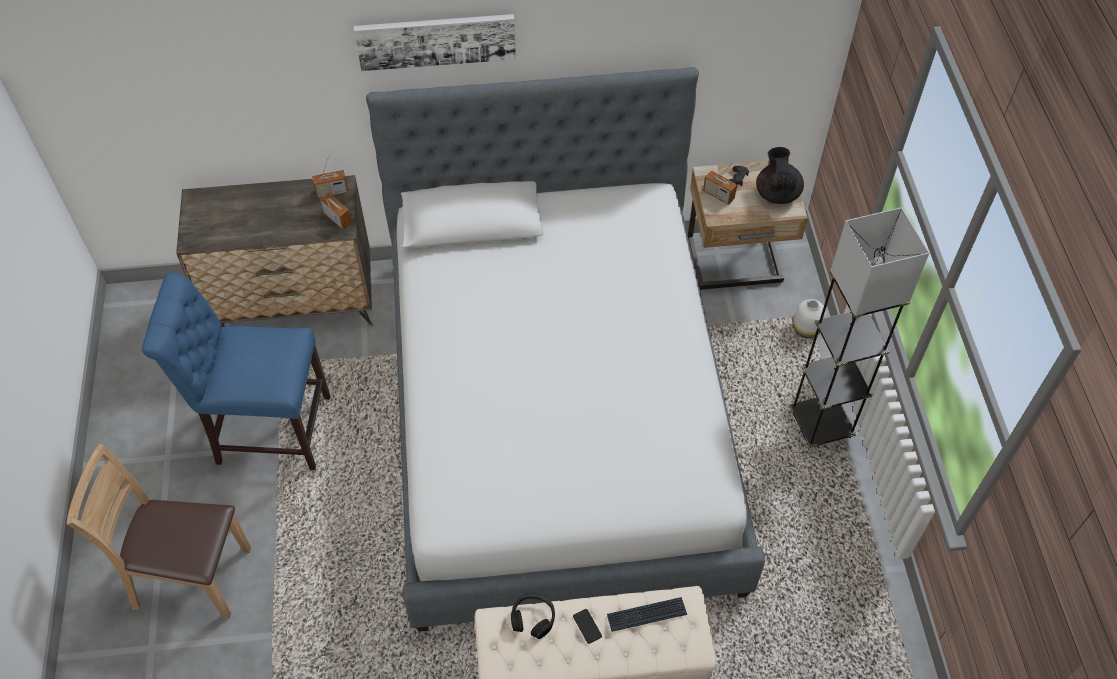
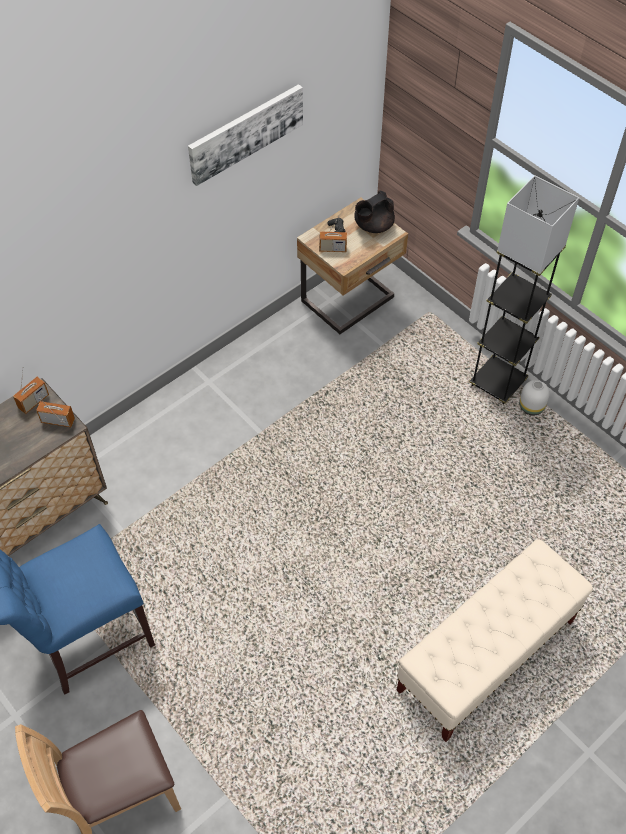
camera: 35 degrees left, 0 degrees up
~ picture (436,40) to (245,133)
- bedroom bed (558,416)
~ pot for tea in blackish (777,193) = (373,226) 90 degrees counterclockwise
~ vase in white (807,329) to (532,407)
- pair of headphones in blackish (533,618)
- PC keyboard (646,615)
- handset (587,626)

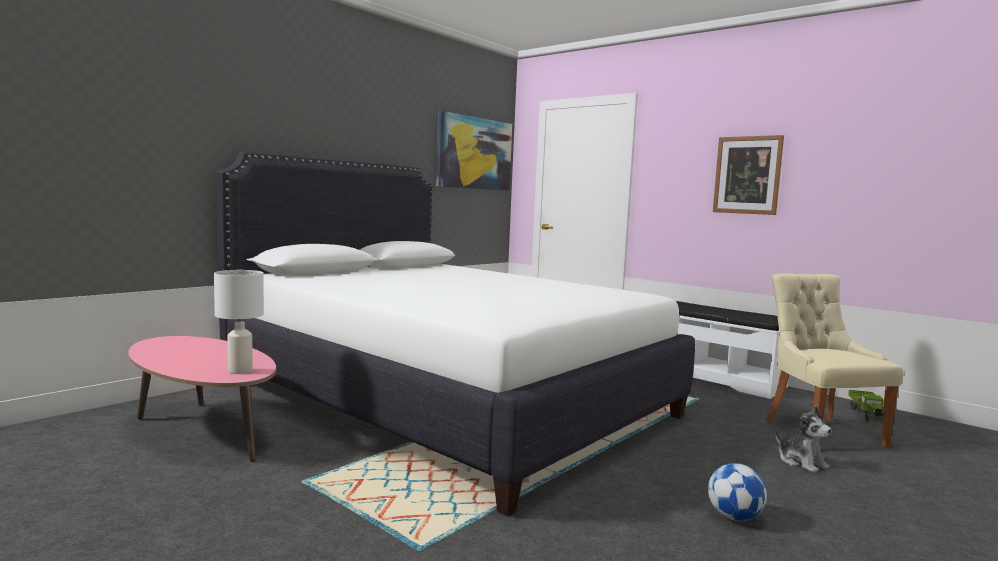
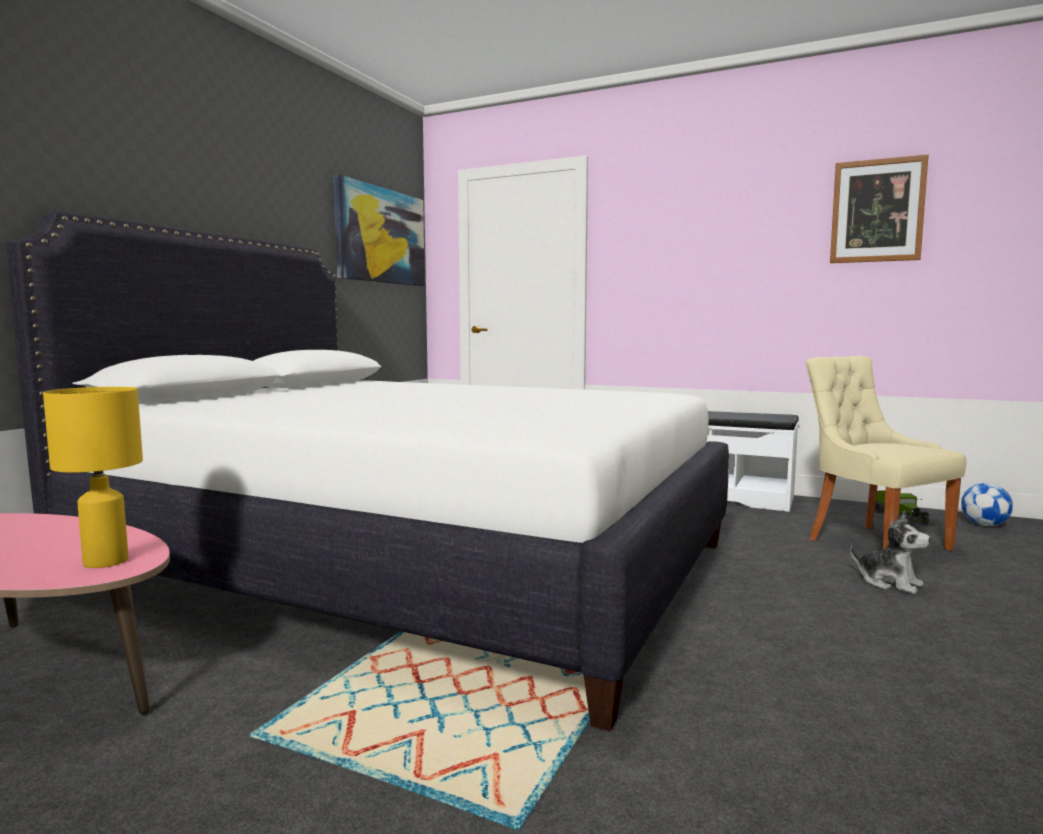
camera: 15 degrees left, 0 degrees up
~ picture (747,175) to (877,211)
~ tabletop lamp in white (239,371) to tabletop lamp in yellow-coloured (105,562)
~ ball for football (734,517) to (984,525)

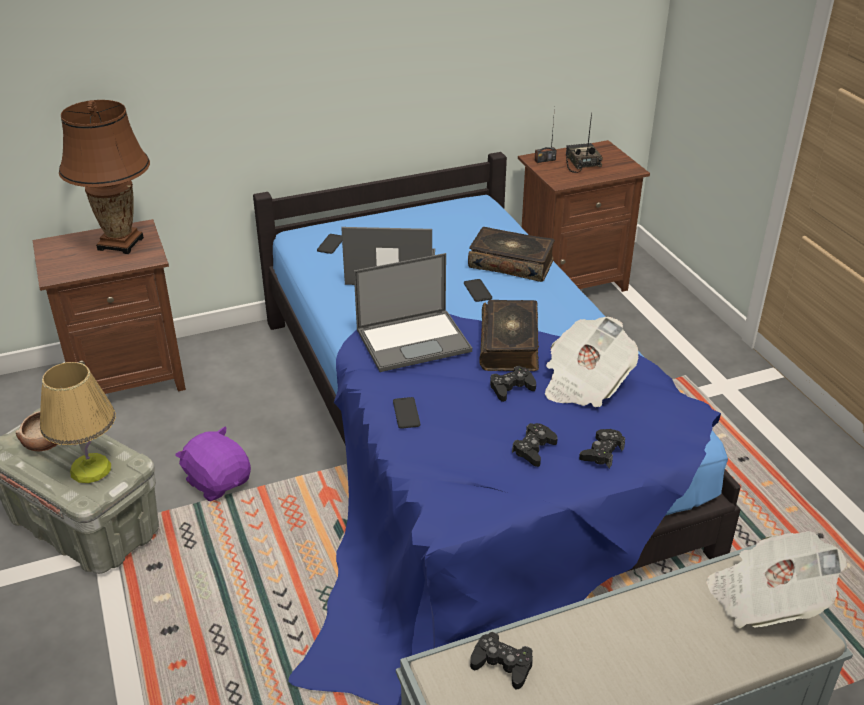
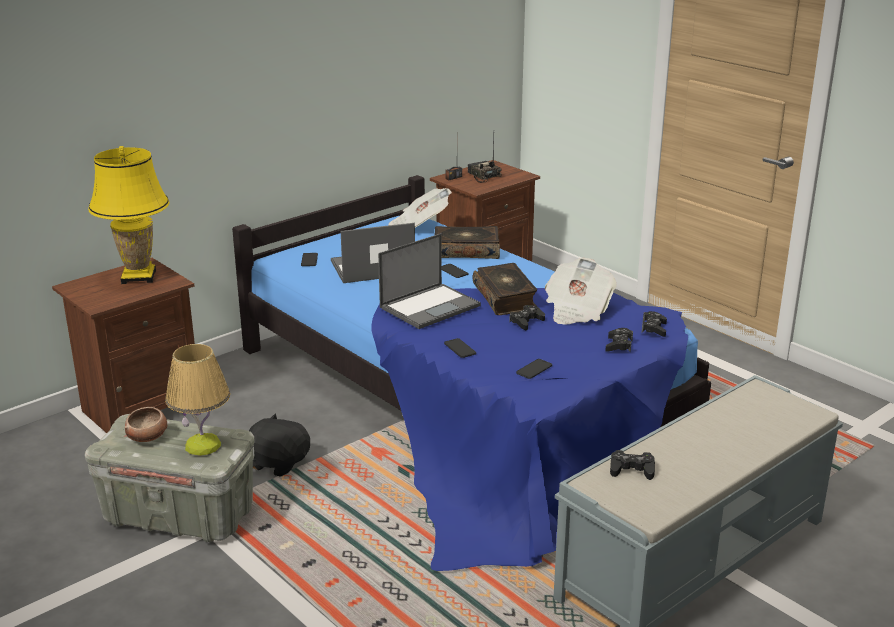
camera: 20 degrees left, 10 degrees down
~ tabletop lamp in brown-coloured (120,244) to tabletop lamp in yellow-coloured (138,277)
~ gamepad in blackish (534,449) to (654,328)
~ plush toy in purple (218,481) to plush toy in blackish (278,463)
~ newspaper (767,599) to (419,225)
+ handset (534,369)

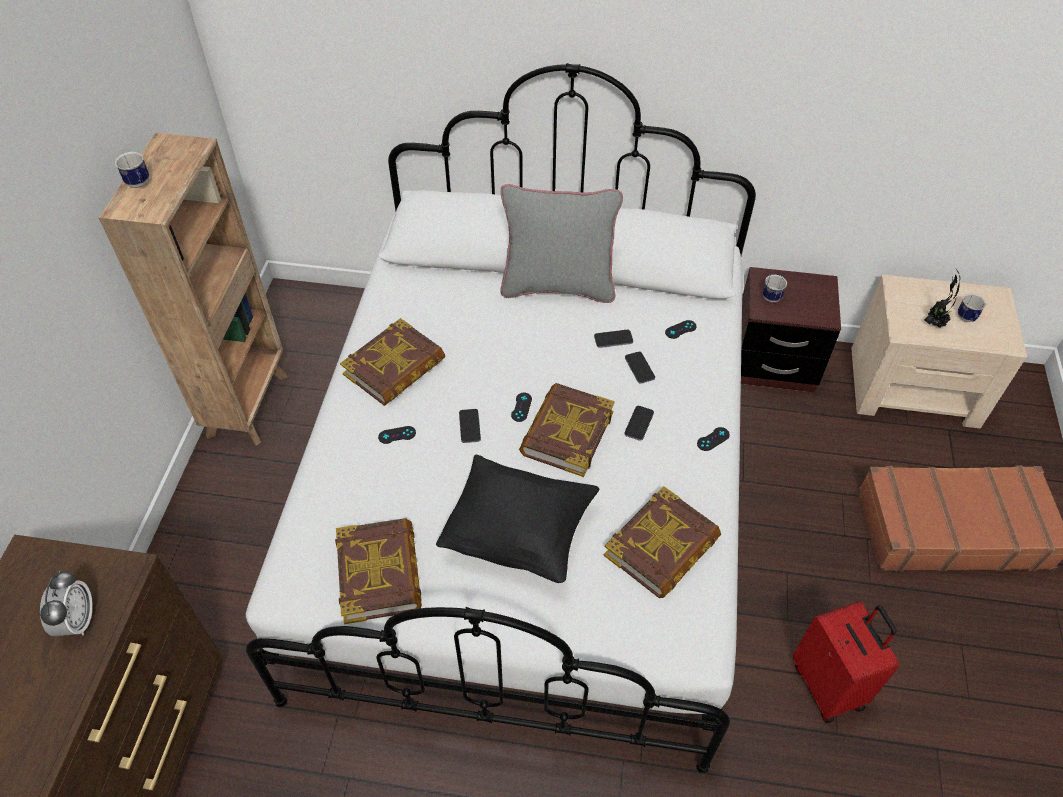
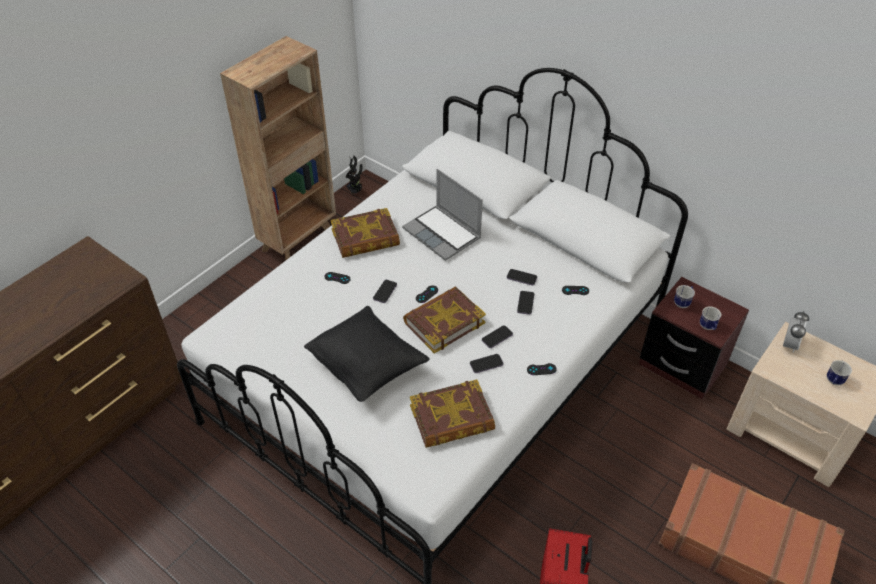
camera: 30 degrees right, 5 degrees down
~ tea mug (140,185) to (708,328)
- throw pillow in gray (558,286)
~ potted plant (934,323) to (355,191)
- book (380,573)
~ table clock (78,621) to (789,344)
+ laptop (443,234)
+ handset (486,364)

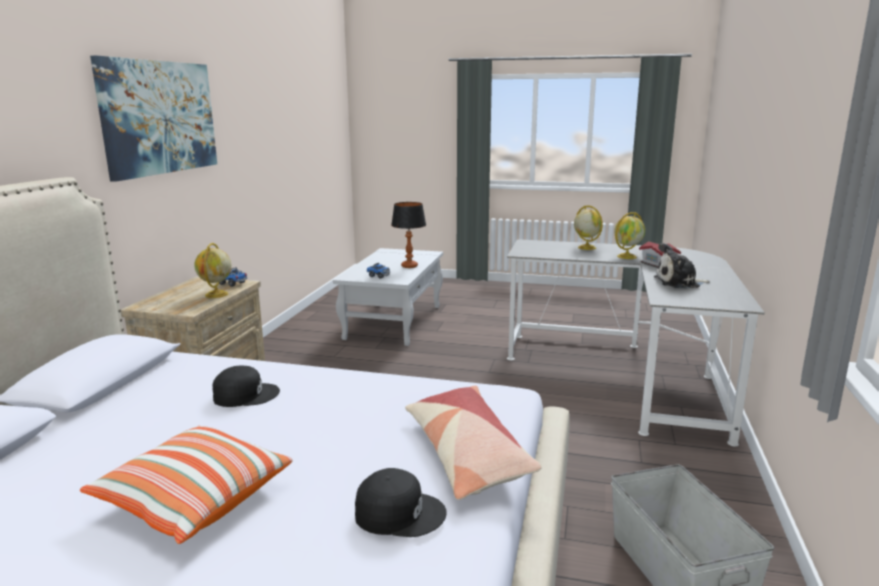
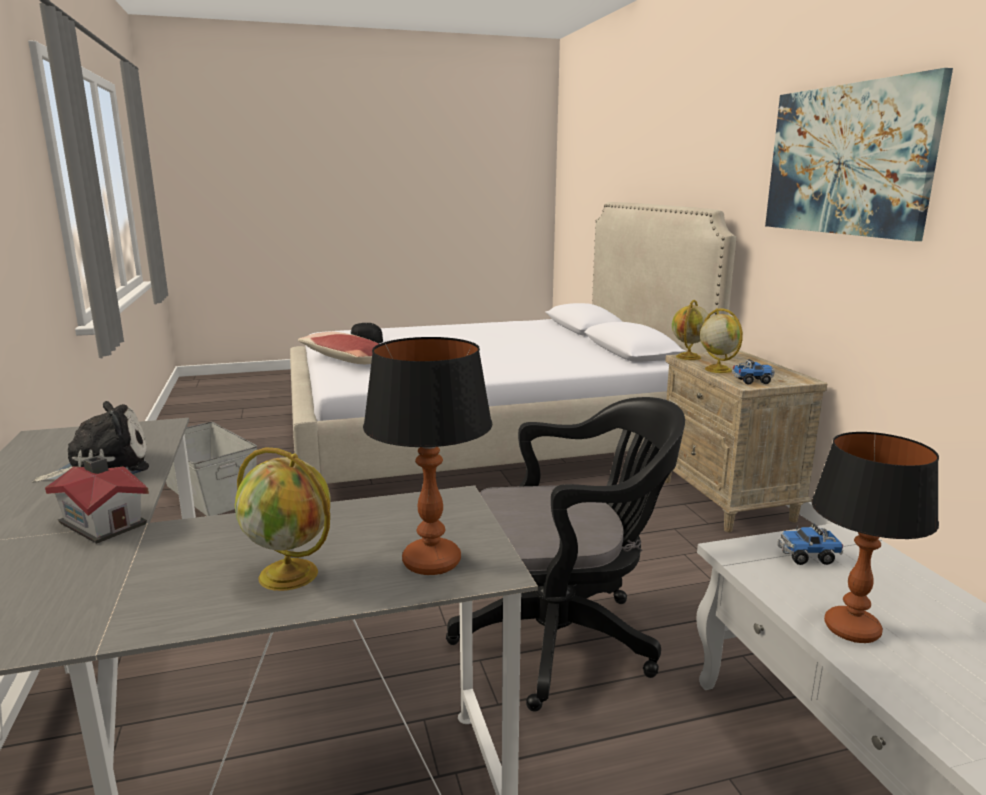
camera: 150 degrees right, 0 degrees up
~ desk globe (627,256) to (688,357)
- peaked cap in blackish (245,394)
- throw pillow (193,500)
+ tabletop lamp (432,562)
+ office chair in blackish (565,638)

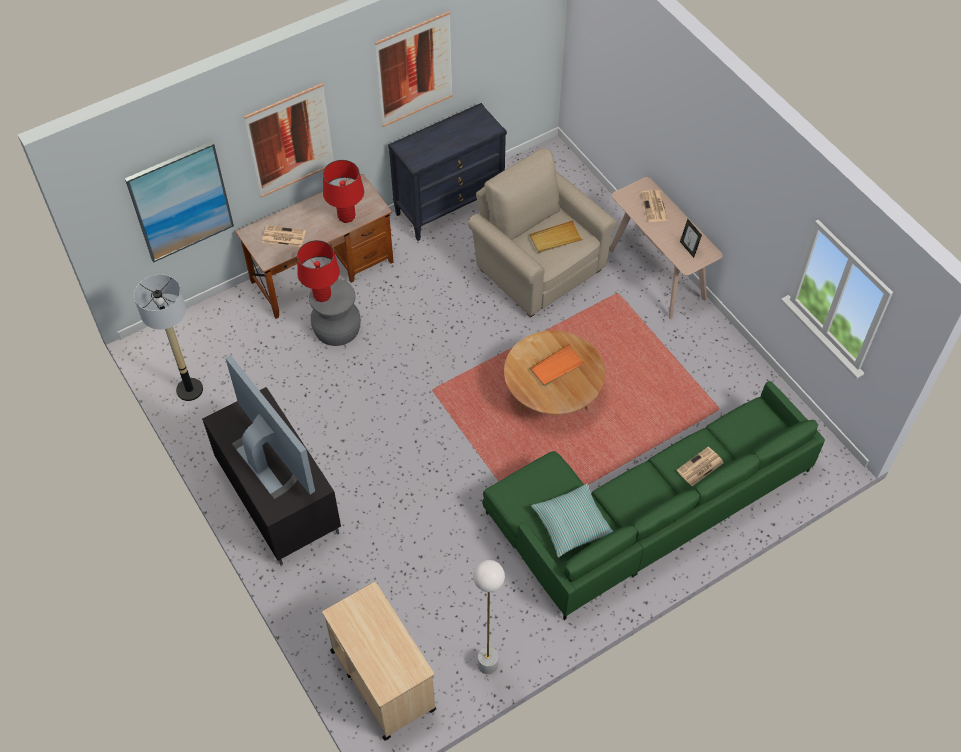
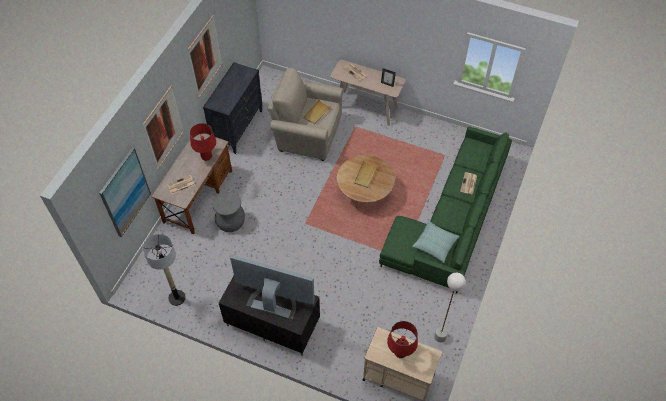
camera: 35 degrees left, 0 degrees up
~ tabletop lamp in reddish (322,295) to (400,352)
~ carrying tray in orange (557,367) to carrying tray in sand-coloured (365,175)

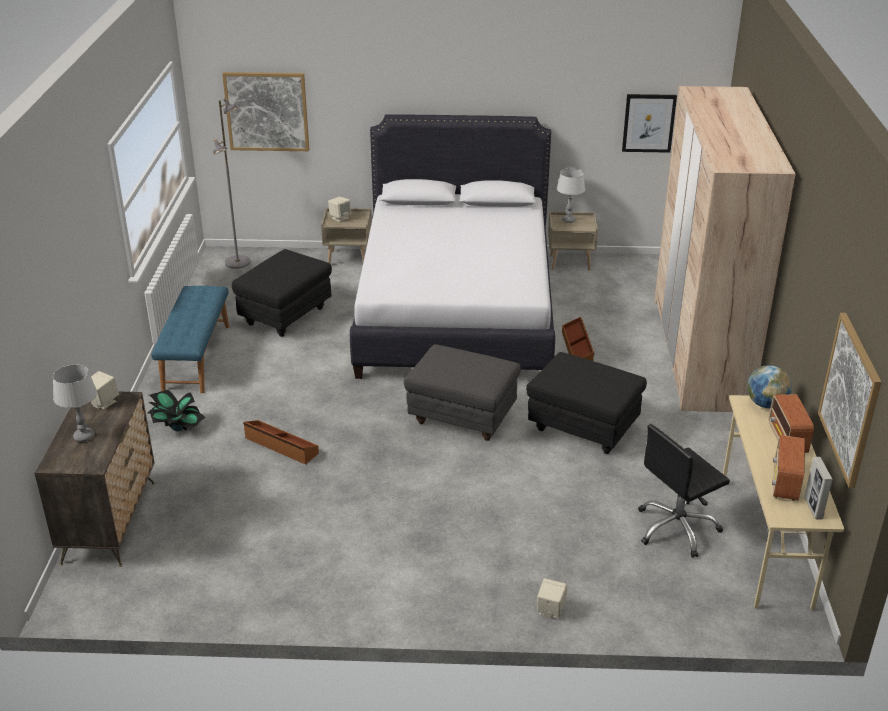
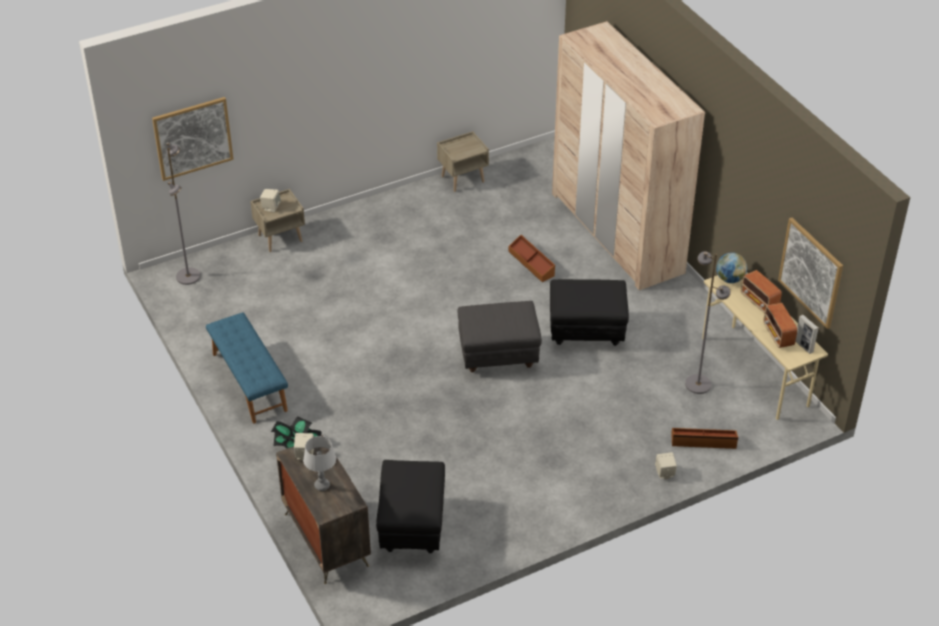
camera: 30 degrees left, 10 degrees up
- picture (648,123)
- bedroom bed in white (455,311)
- tabletop lamp in gray (568,220)
~ footrest in blackish (286,317) to (413,526)
~ storage container in brown-coloured (281,446) to (703,441)
~ office chair in blackish (677,529) to standard lamp in gray (698,384)

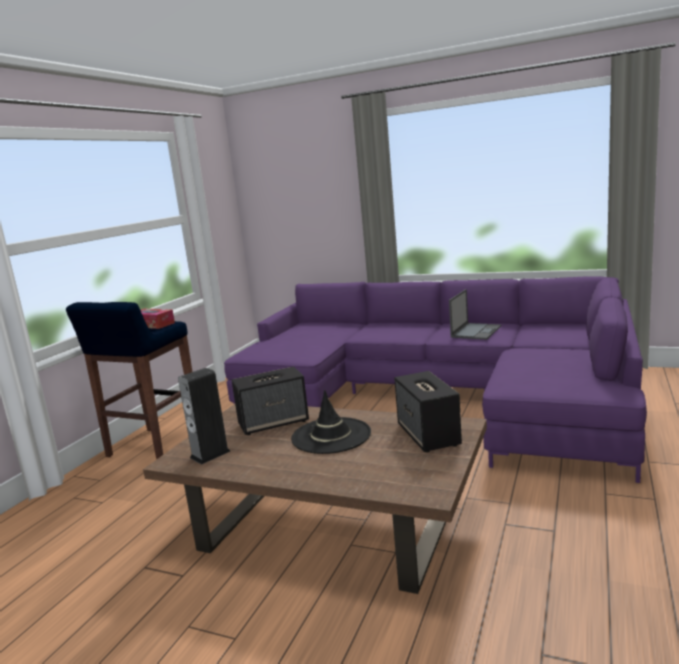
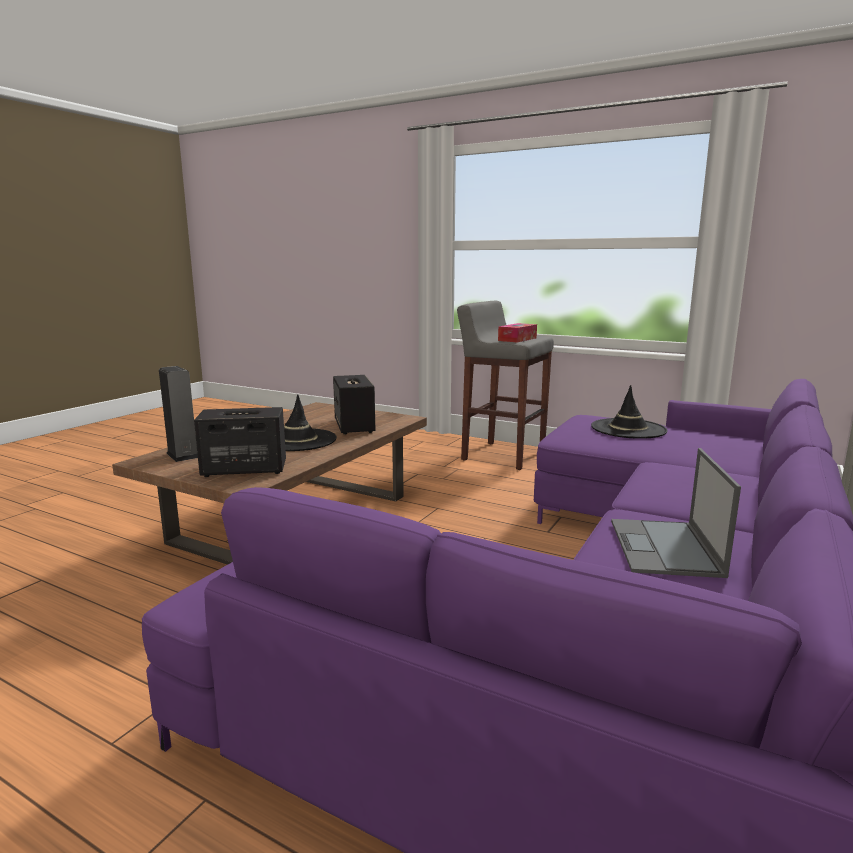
camera: 95 degrees right, 0 degrees up
~ laptop (476,331) = (665,548) 60 degrees clockwise
~ stool seat in blue (154,446) to stool seat in gray (502,455)
~ loudspeaker (210,454) to (183,455)
+ wearable hat in blackish (628,429)

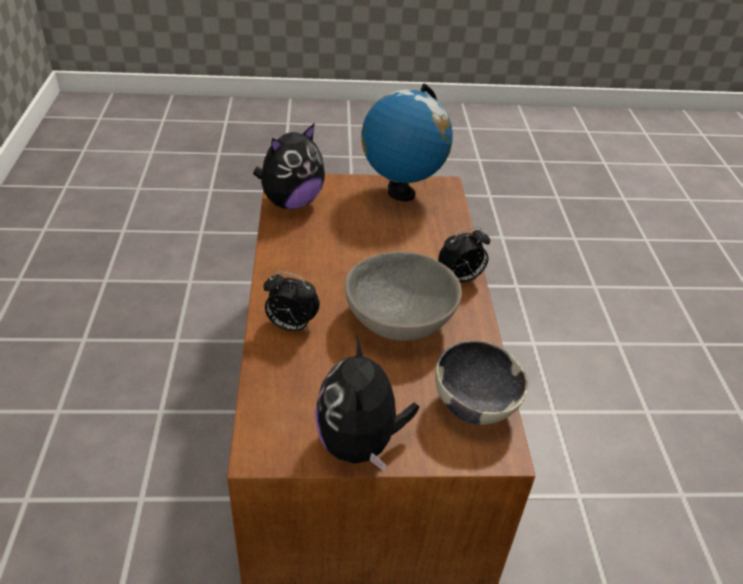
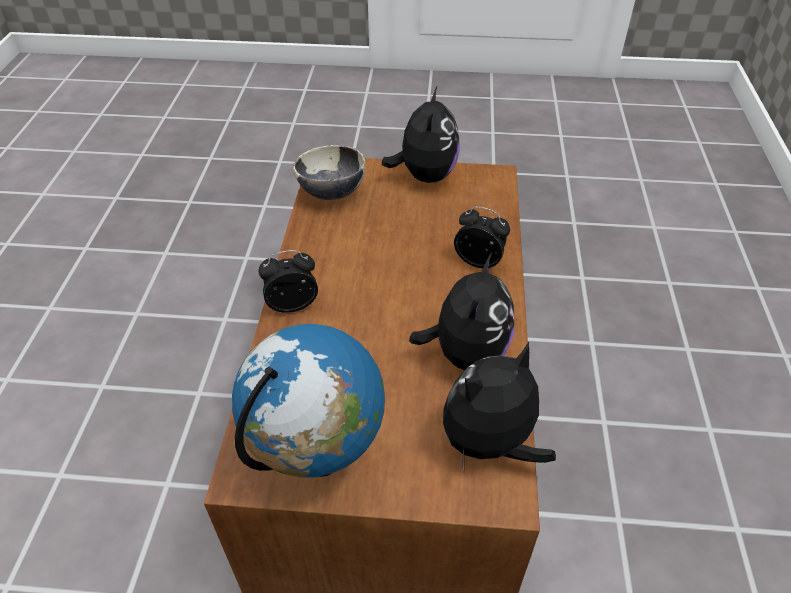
camera: 170 degrees left, 5 degrees up
- bowl in gray (398,319)
+ plush toy (466,353)

